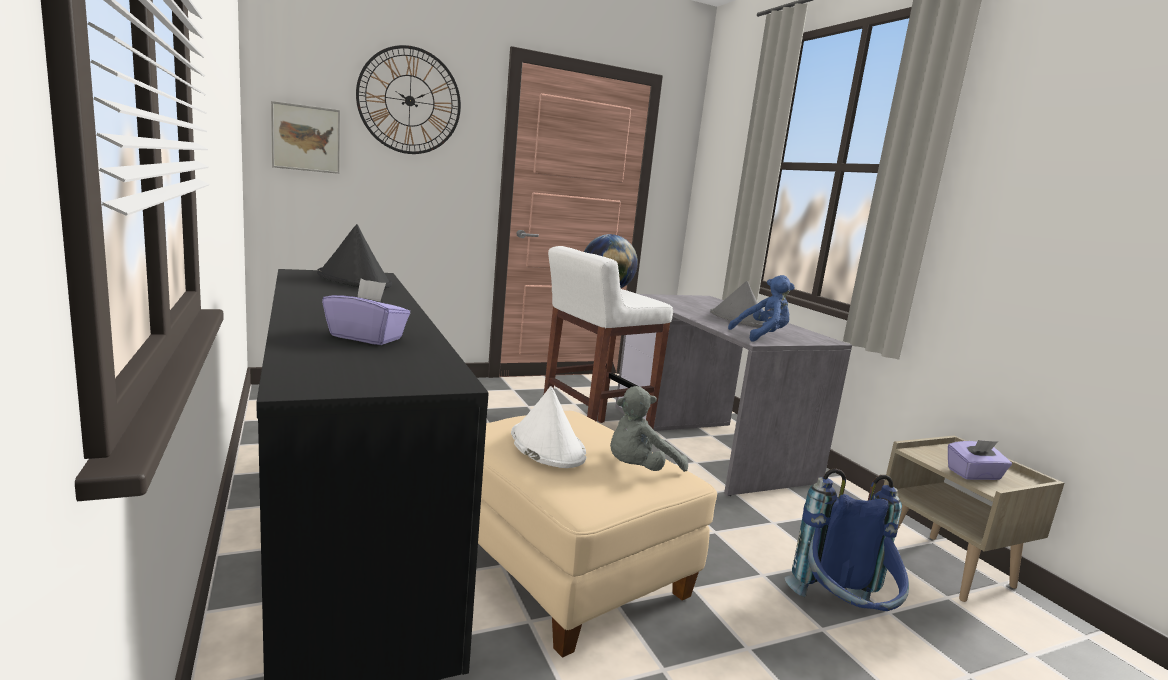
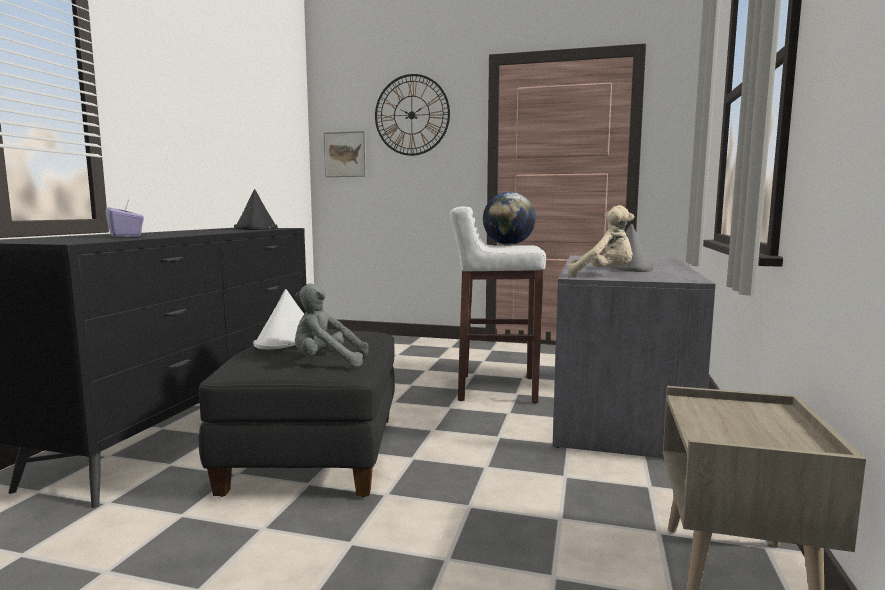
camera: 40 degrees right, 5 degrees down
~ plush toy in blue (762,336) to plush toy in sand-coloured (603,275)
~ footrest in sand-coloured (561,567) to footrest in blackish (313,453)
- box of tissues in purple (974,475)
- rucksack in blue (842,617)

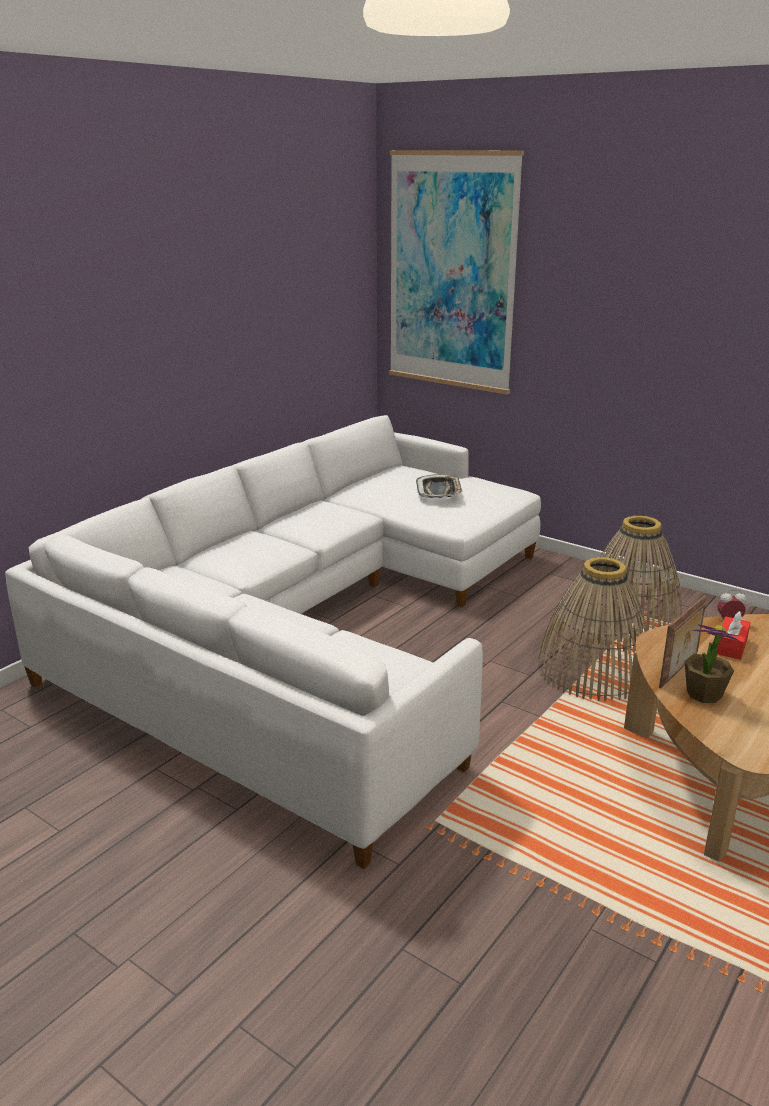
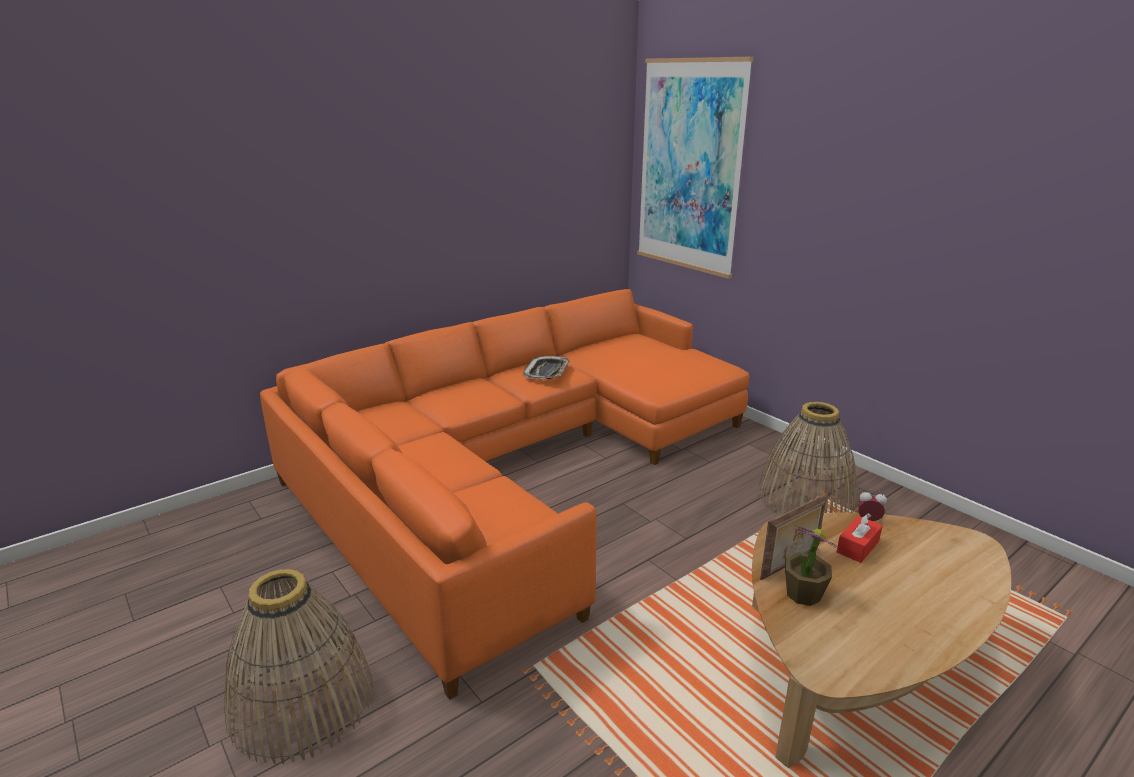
camera: 15 degrees right, 0 degrees up
~ couch in white (312,628) to couch in orange (517,467)
~ carrying tray (439,491) to (547,372)
~ household basket (593,671) to (301,702)

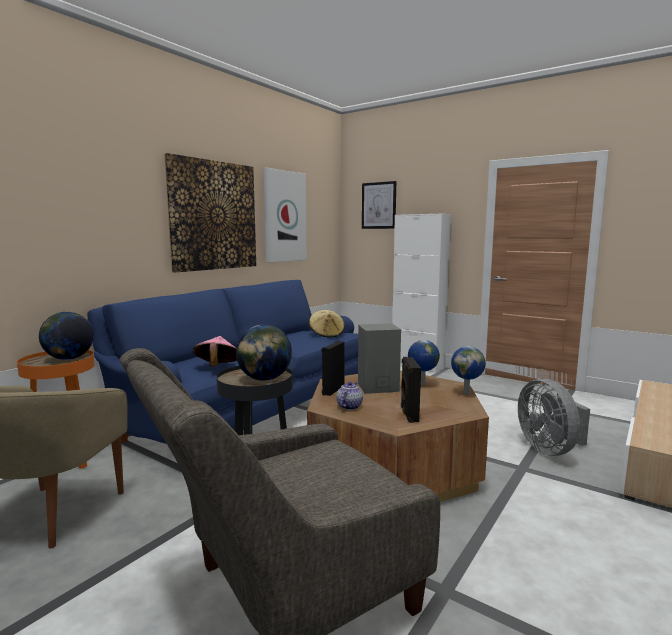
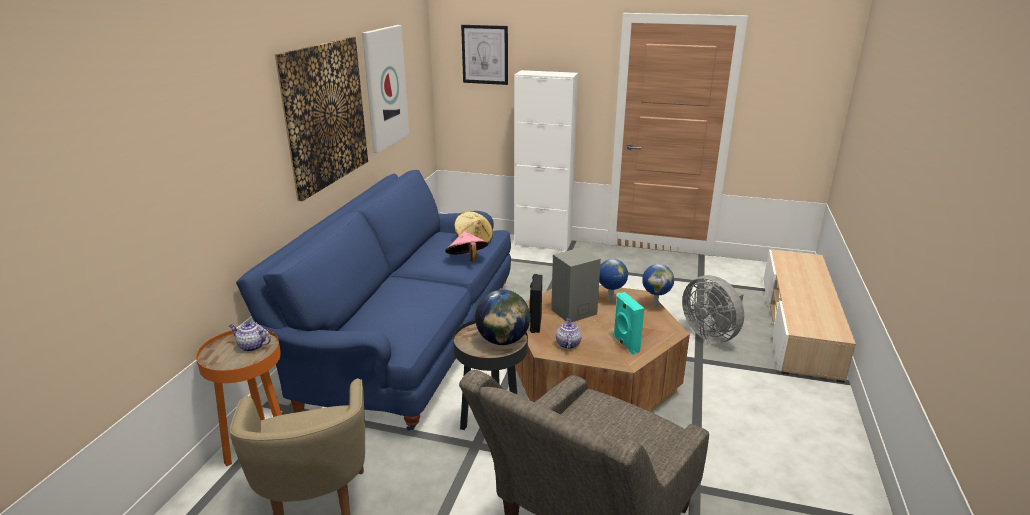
camera: 20 degrees left, 15 degrees up
~ desk globe (69,359) to pot for tea (251,346)
~ wearable hat in pink (217,367) to (467,260)
~ loudspeaker in blackish (408,414) to loudspeaker in turquoise (625,344)

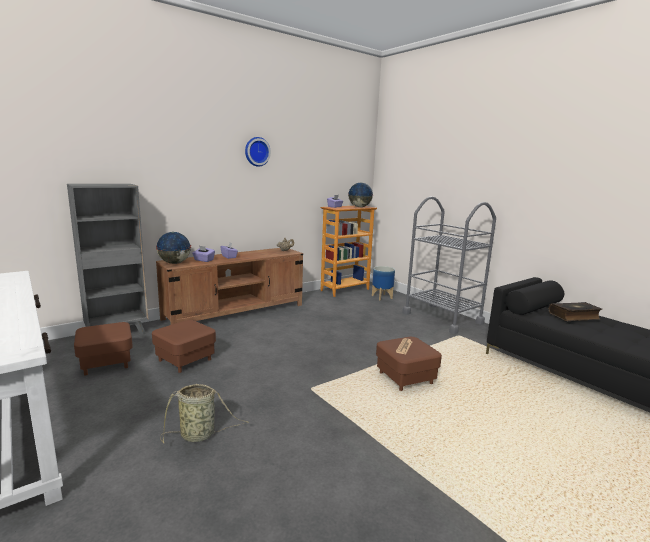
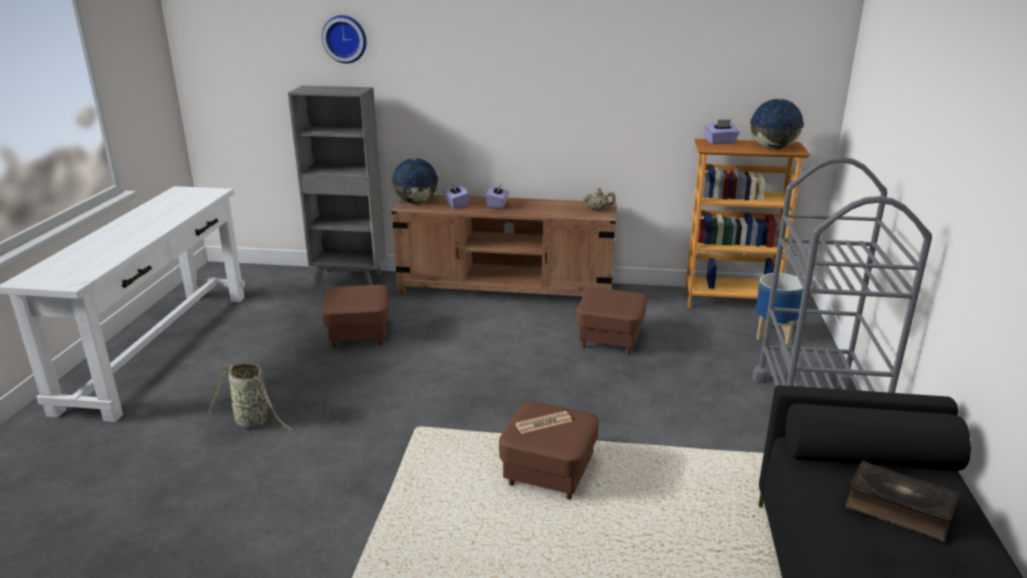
camera: 45 degrees right, 10 degrees up
~ hanging clock (256,151) to (345,39)
~ footrest in brown-coloured (106,363) to (610,340)

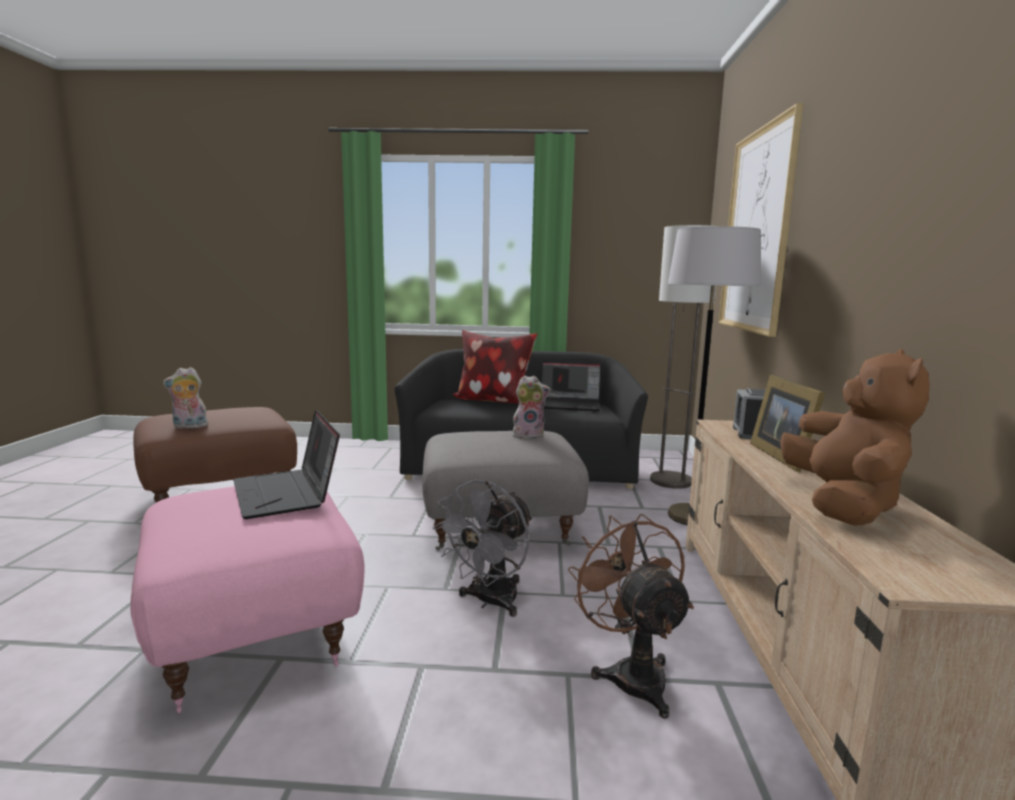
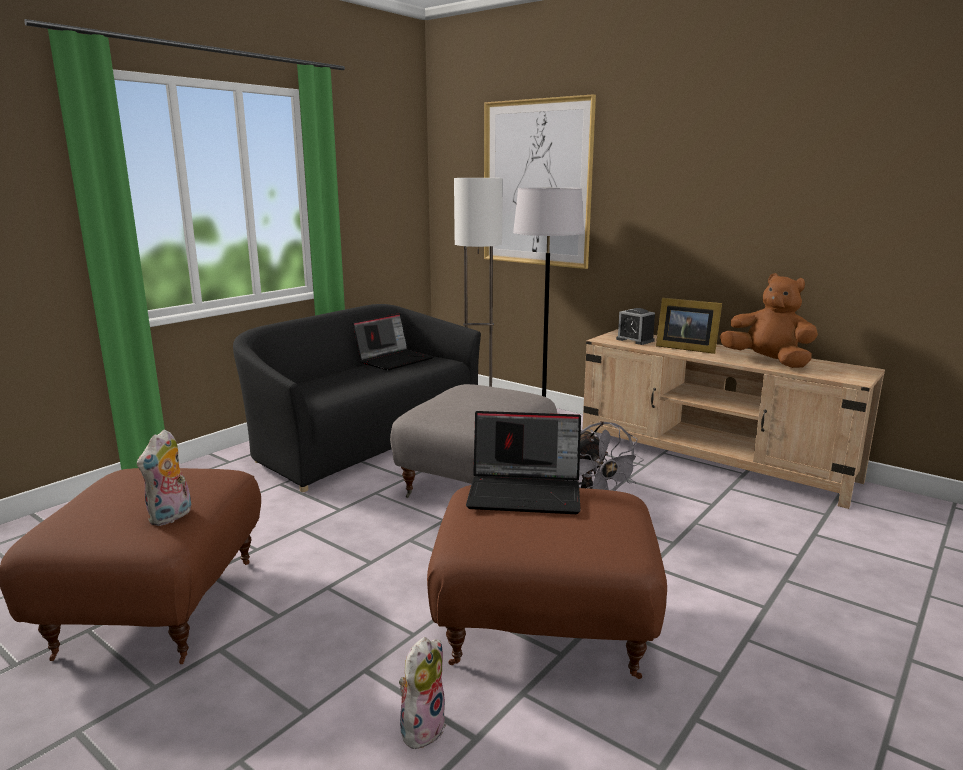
camera: 55 degrees left, 5 degrees up
- throw pillow (493,401)
~ plush toy (529,435) to (421,727)
~ footrest in pink (257,632) to footrest in brown-coloured (545,626)
- electric fan in brown-coloured (631,673)

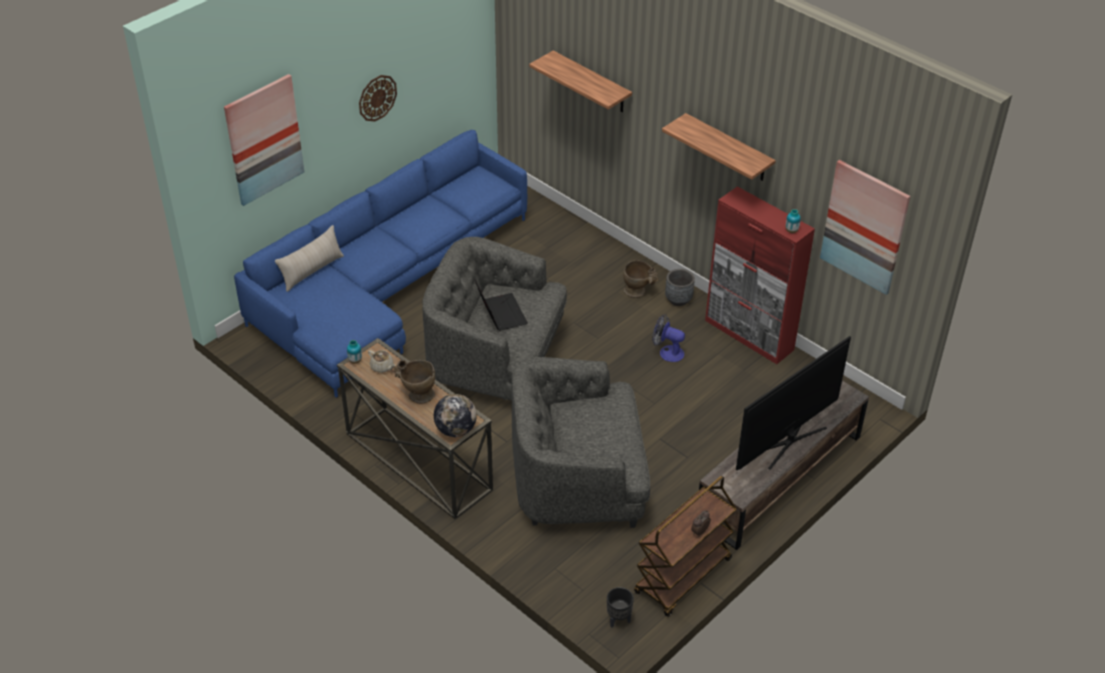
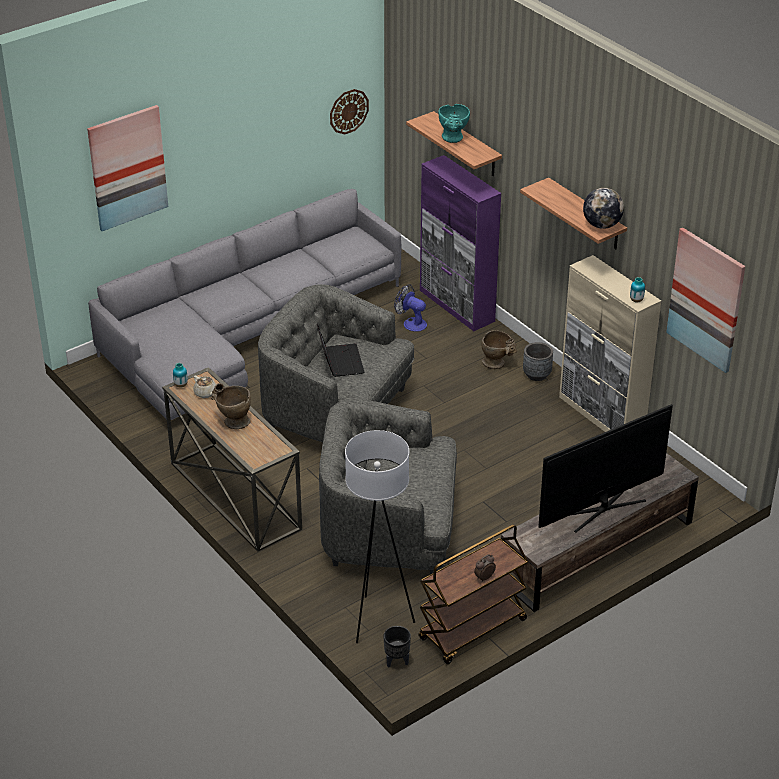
camera: 10 degrees right, 5 degrees down
~ hanging clock (377,98) to (348,111)
~ couch in blue (386,285) to couch in gray (244,333)
~ cabinet in reddish (749,335) to cabinet in sand-coloured (601,415)
- throw pillow in sand-coloured (312,271)
~ electric fan (667,352) to (411,323)
~ desk globe (455,430) to (601,225)
+ vase in turquoise (453,139)
+ cabinet in purple (457,306)
+ standard lamp in white (378,621)

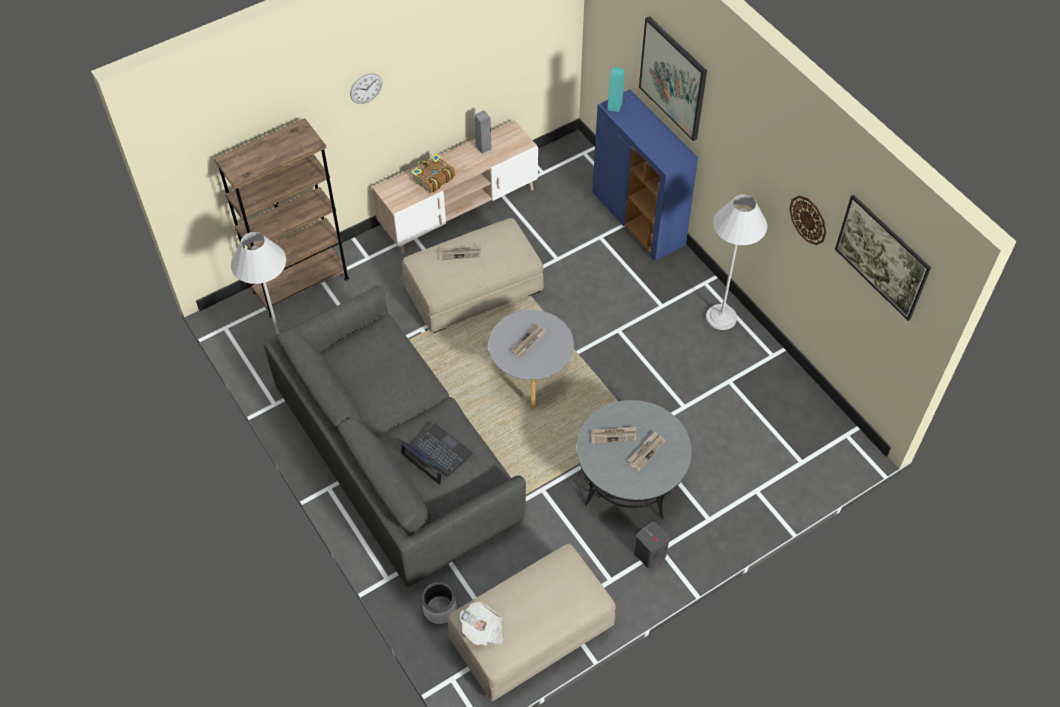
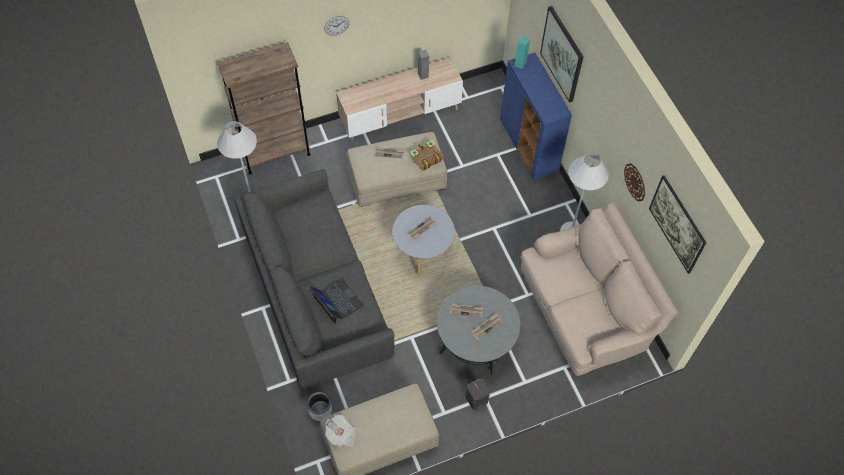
camera: 10 degrees right, 5 degrees up
~ book (432,178) to (425,158)
+ couch in sand-coloured (585,312)

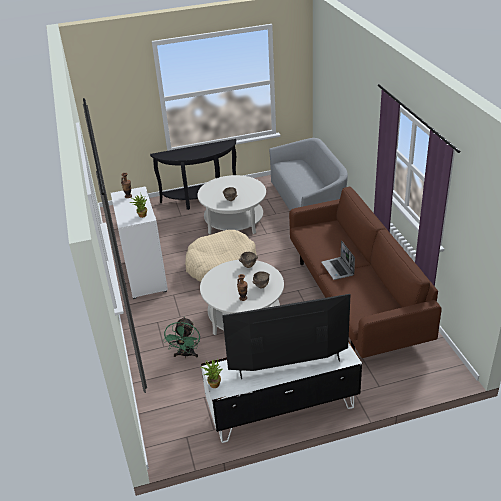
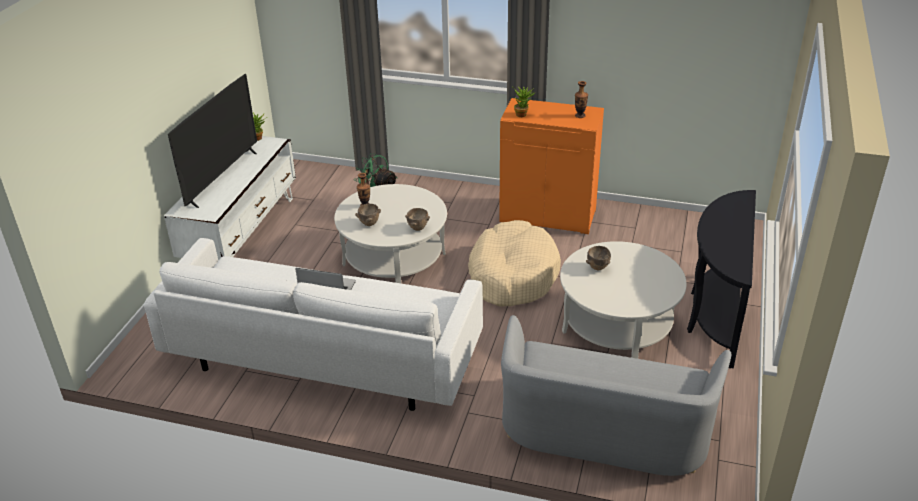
camera: 120 degrees right, 0 degrees up
~ cabinet in white (144,275) to cabinet in orange (548,215)
~ couch in brown-coloured (353,297) to couch in white (324,356)

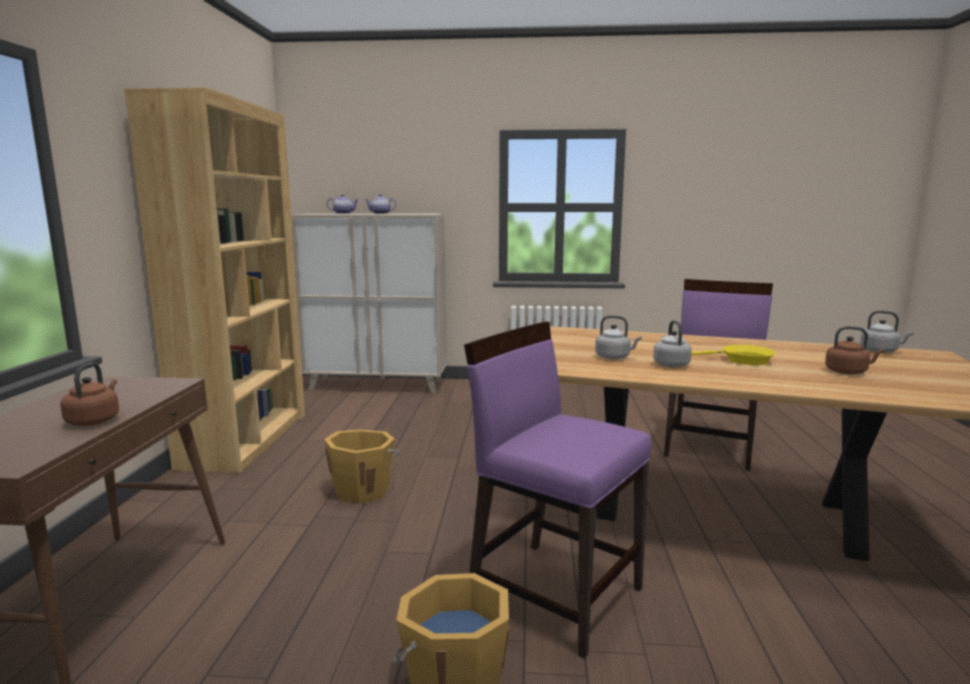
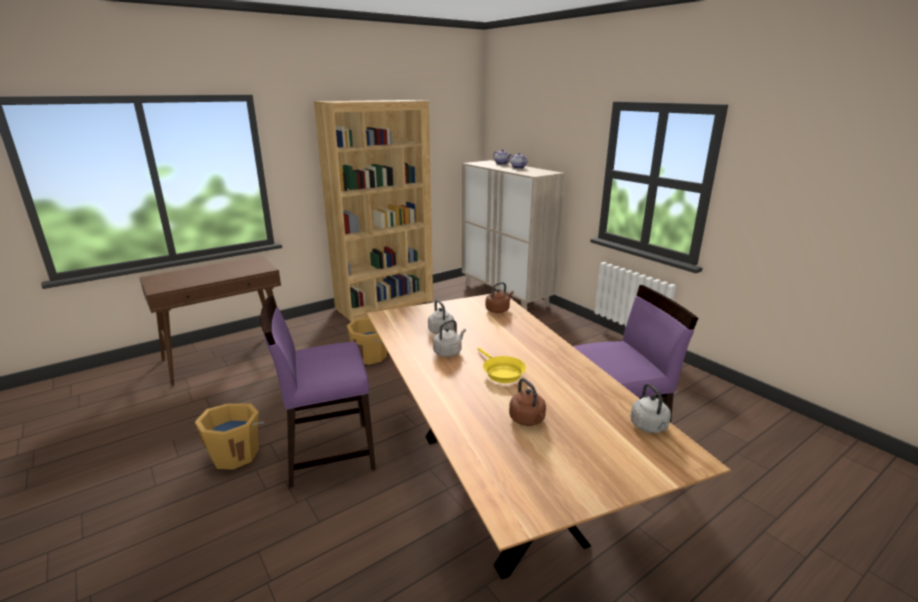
camera: 50 degrees right, 10 degrees up
~ upright chair in purple (554,592) = (328,453) 105 degrees counterclockwise
~ kettle in brown-coloured (95,420) to (498,310)

